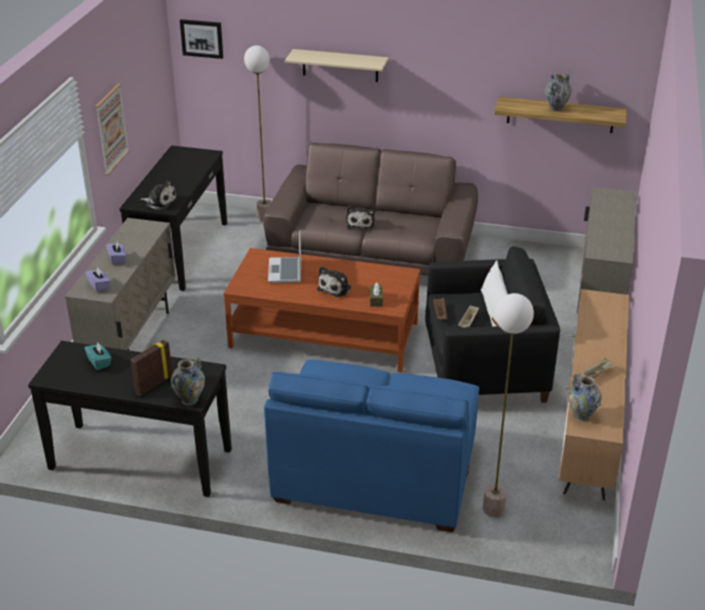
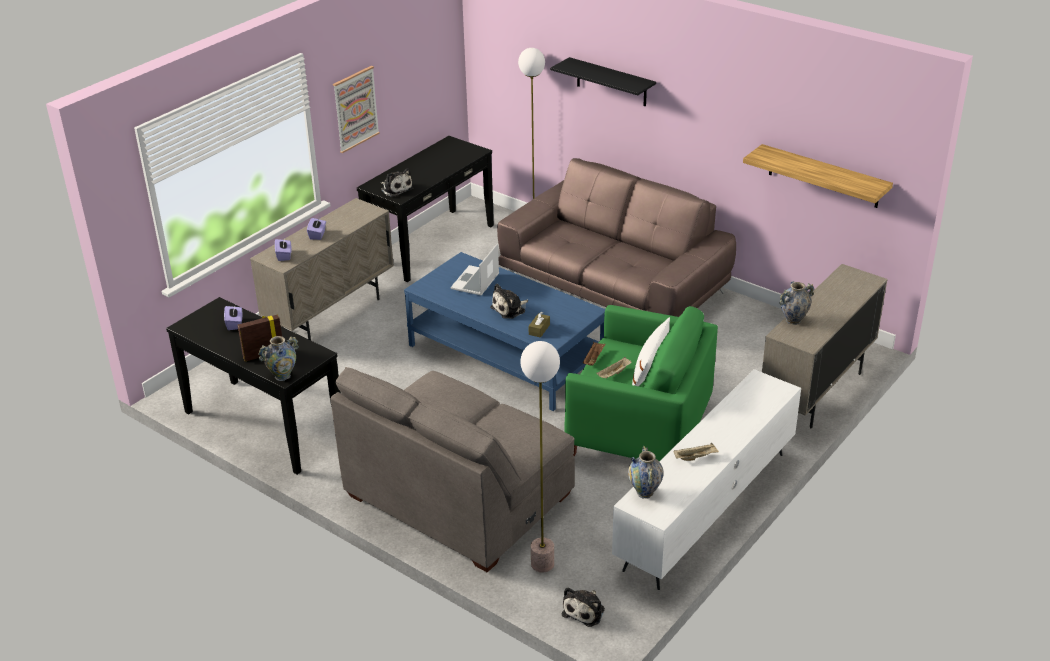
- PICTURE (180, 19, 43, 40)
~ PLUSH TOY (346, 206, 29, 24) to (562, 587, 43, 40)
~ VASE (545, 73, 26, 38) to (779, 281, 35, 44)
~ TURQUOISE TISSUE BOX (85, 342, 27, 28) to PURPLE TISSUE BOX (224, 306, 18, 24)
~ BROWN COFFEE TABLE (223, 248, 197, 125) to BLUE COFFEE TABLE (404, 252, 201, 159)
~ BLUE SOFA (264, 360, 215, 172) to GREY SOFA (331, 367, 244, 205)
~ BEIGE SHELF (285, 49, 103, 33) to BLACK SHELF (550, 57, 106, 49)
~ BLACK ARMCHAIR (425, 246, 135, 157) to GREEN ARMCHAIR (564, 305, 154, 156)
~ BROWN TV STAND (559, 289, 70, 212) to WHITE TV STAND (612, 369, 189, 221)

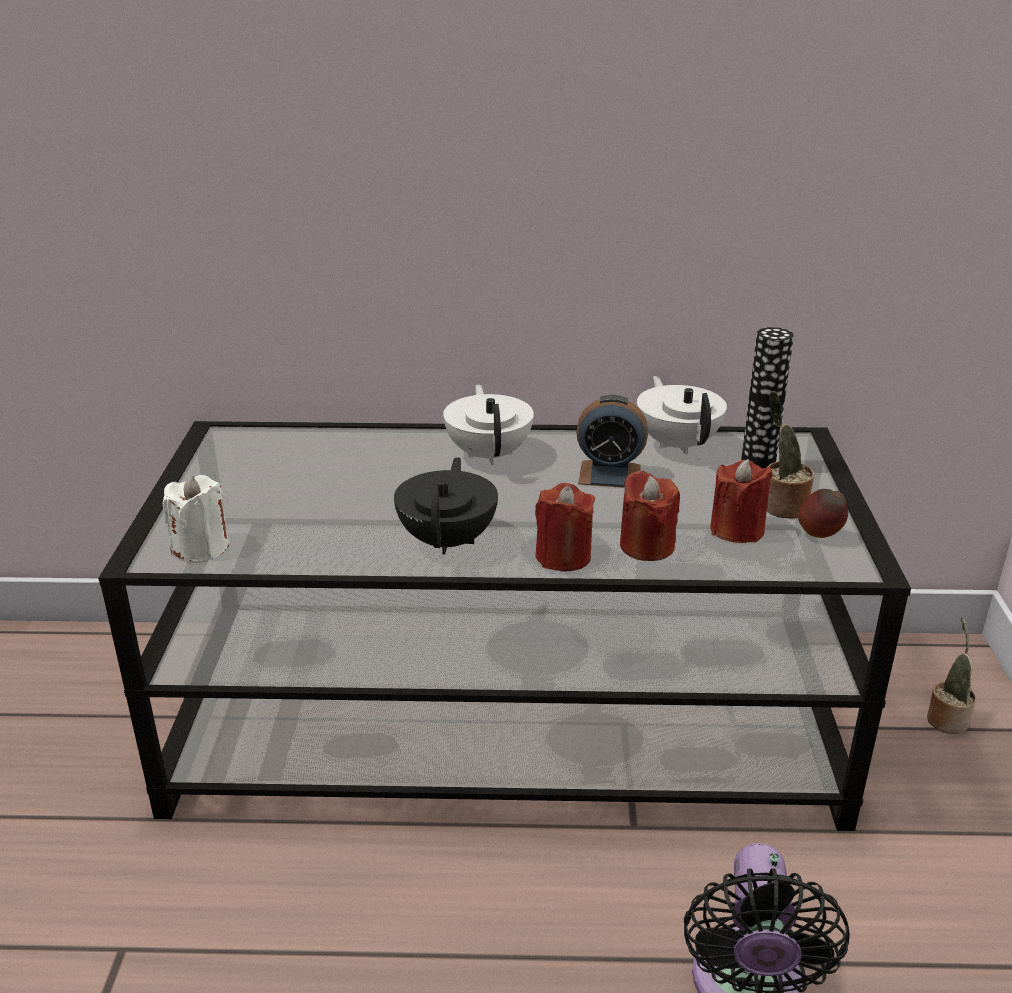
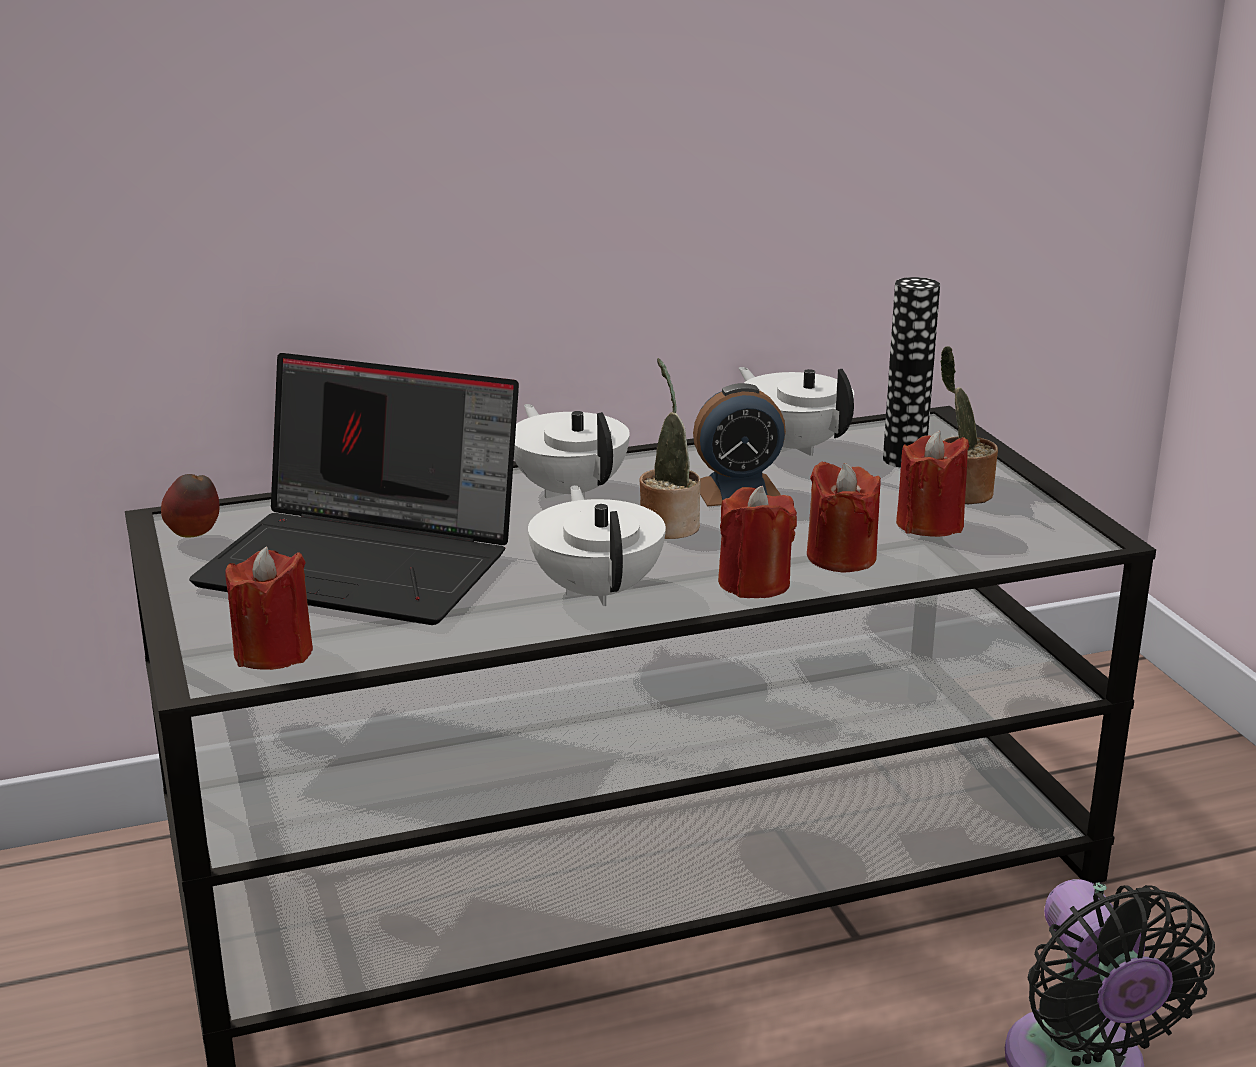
+ LAPTOP (189, 353, 330, 272)
~ APPLE (798, 489, 50, 49) to (161, 474, 59, 63)
~ POTTED PLANT (927, 617, 49, 117) to (640, 358, 61, 181)
~ WHITE CANDLE (163, 475, 66, 86) to RED CANDLE (225, 547, 88, 123)
~ BLACK TEAPOT (394, 457, 104, 98) to WHITE TEAPOT (528, 485, 138, 121)

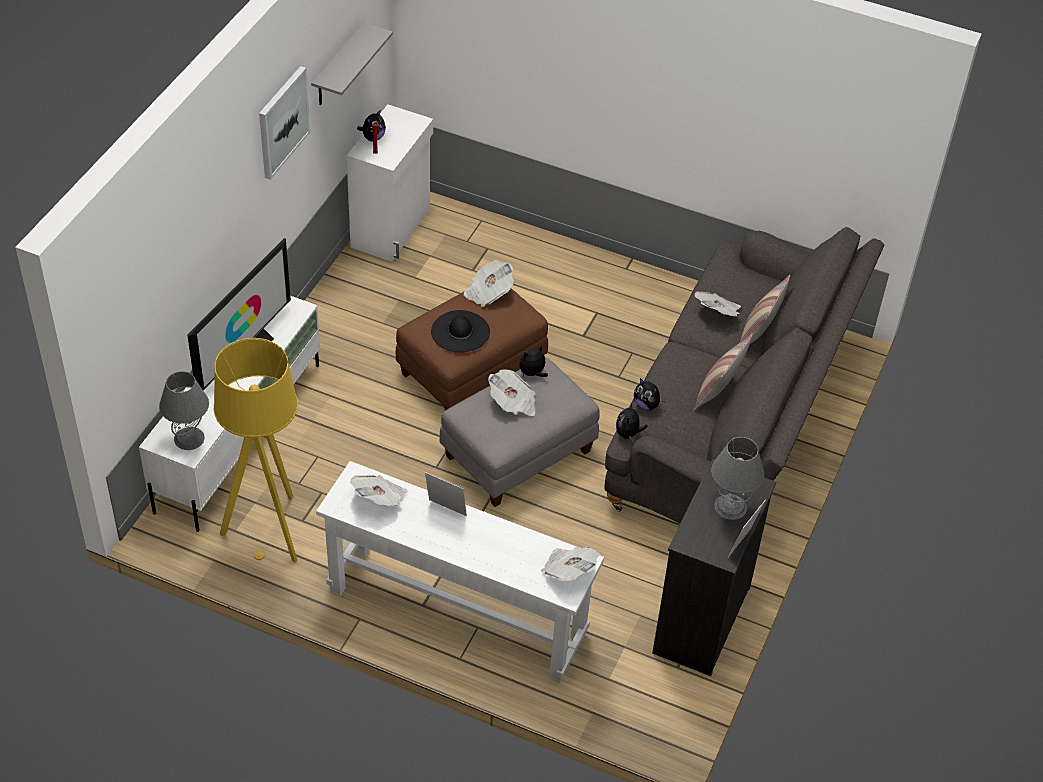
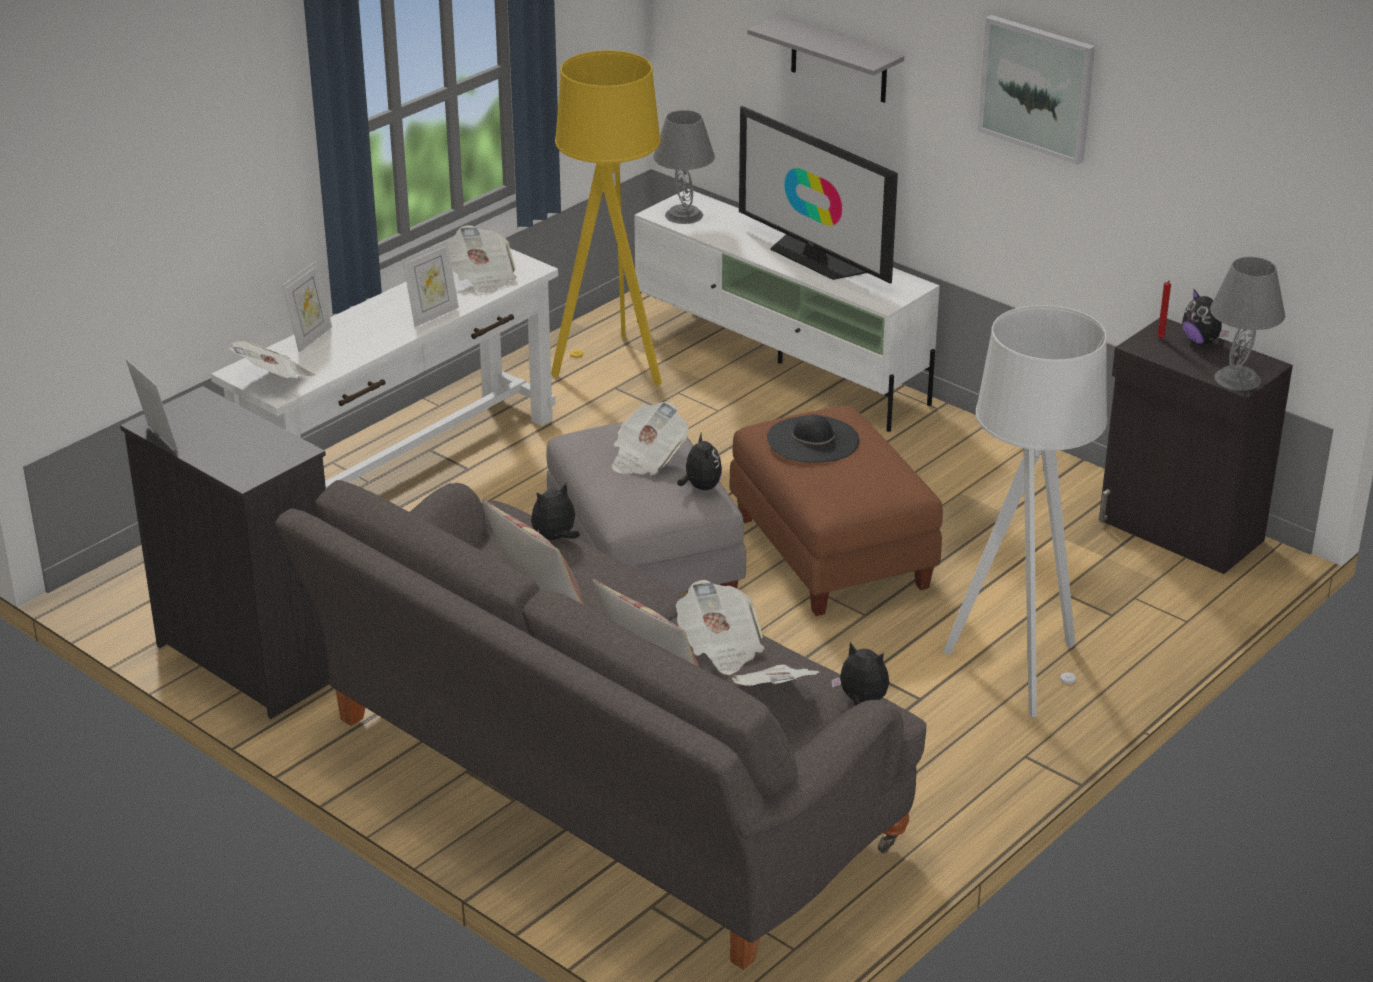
+ PICTURE FRAME (282, 261, 50, 92)
+ GREY FLOOR LAMP (943, 305, 164, 413)
~ GREY SHELF (311, 22, 82, 83) to (747, 16, 157, 87)
~ NEWSPAPER (464, 260, 50, 47) to (732, 665, 87, 21)
~ PLUSH TOY (616, 404, 32, 37) to (831, 642, 58, 64)
~ GREY TABLE LAMP (711, 437, 53, 83) to (1210, 257, 75, 134)
~ WHITE CABINET (347, 104, 86, 157) to BLACK CABINET (1099, 318, 194, 256)

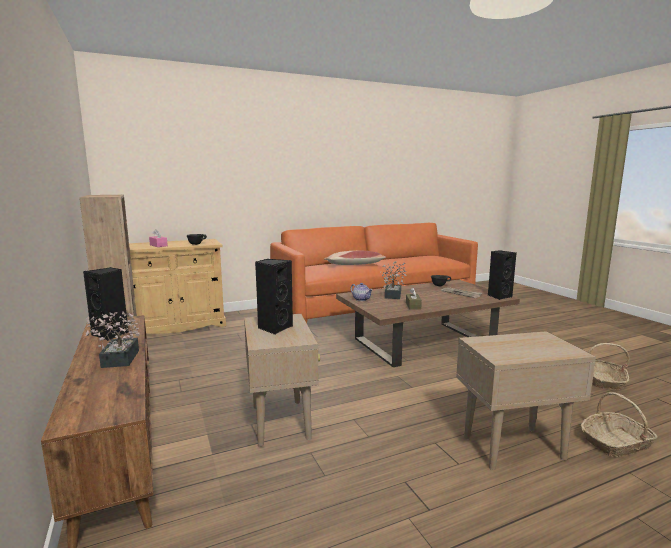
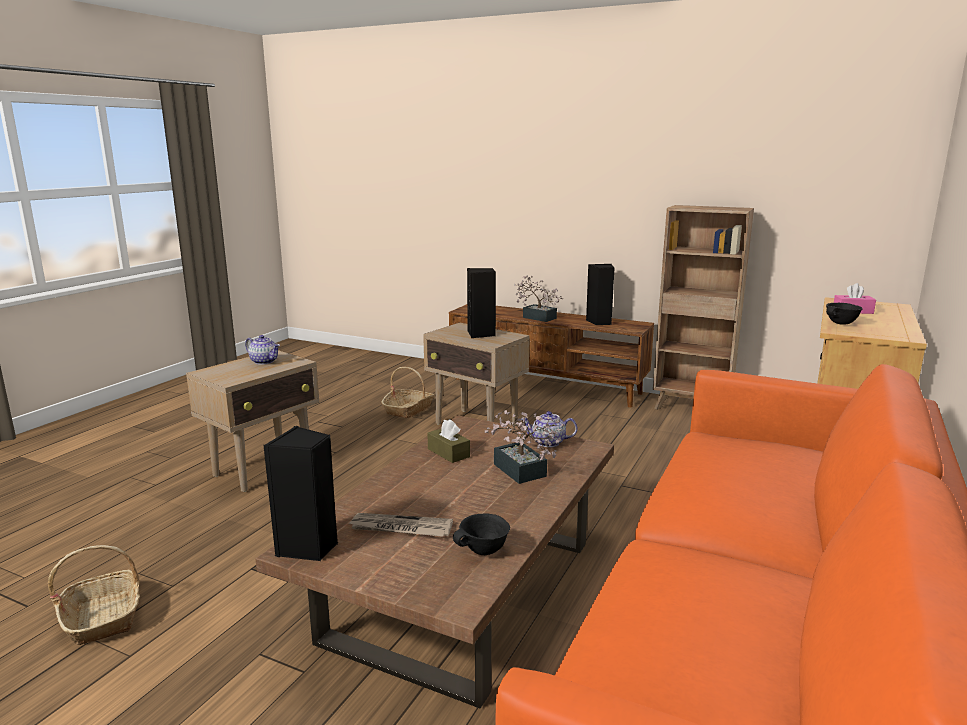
- PILLOW (324, 251, 62, 14)
+ TEAPOT (245, 335, 35, 30)
~ BASKET (581, 392, 76, 65) to (381, 367, 54, 52)

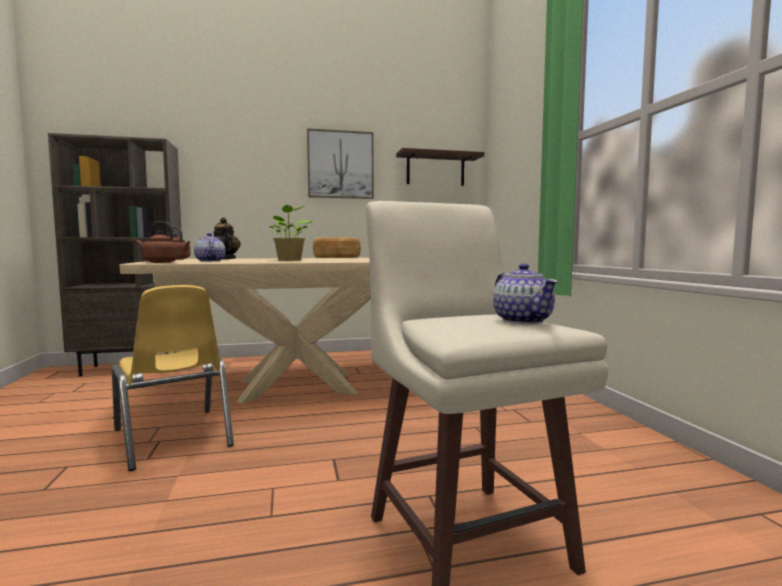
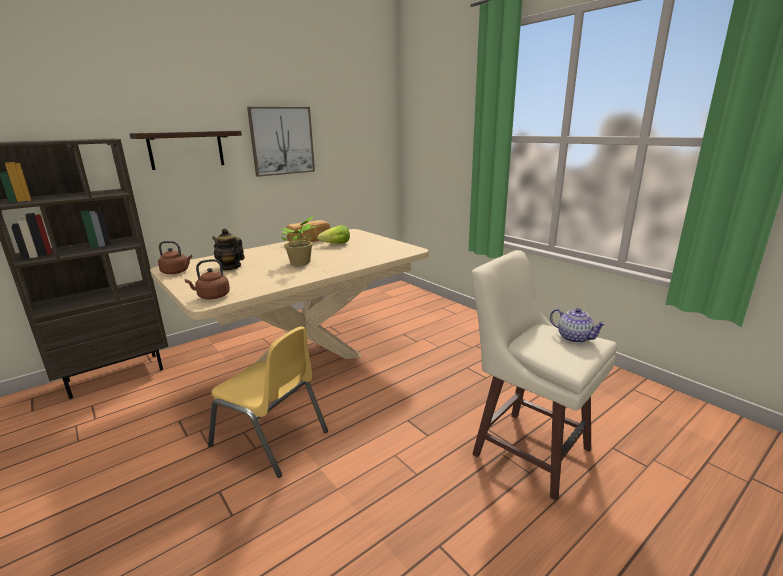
- TEAPOT (194, 233, 31, 29)
+ LETTUCE (317, 225, 33, 19)
~ SHELF (396, 148, 88, 38) to (129, 131, 113, 39)

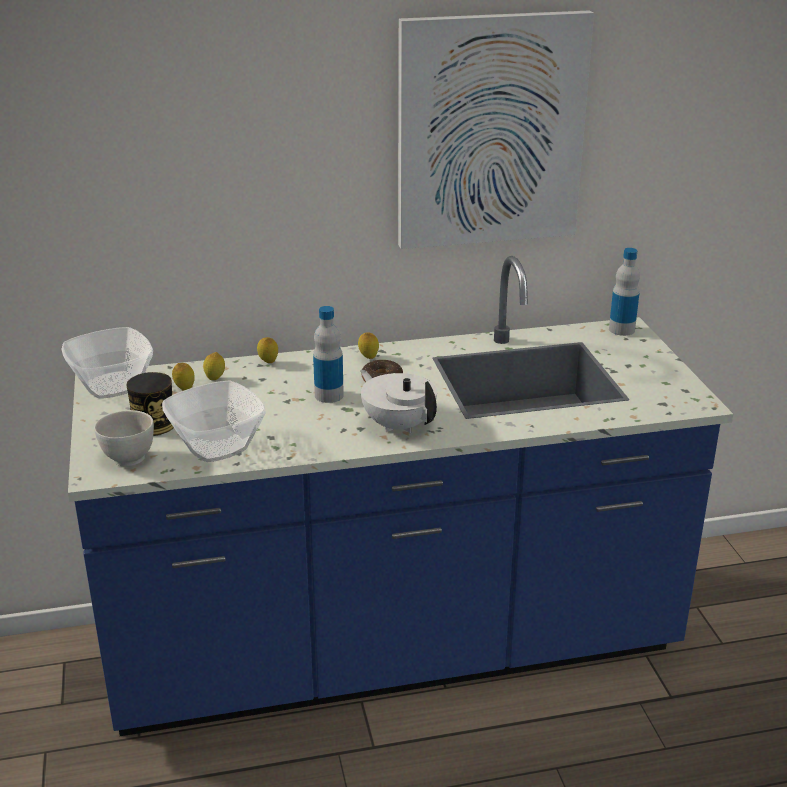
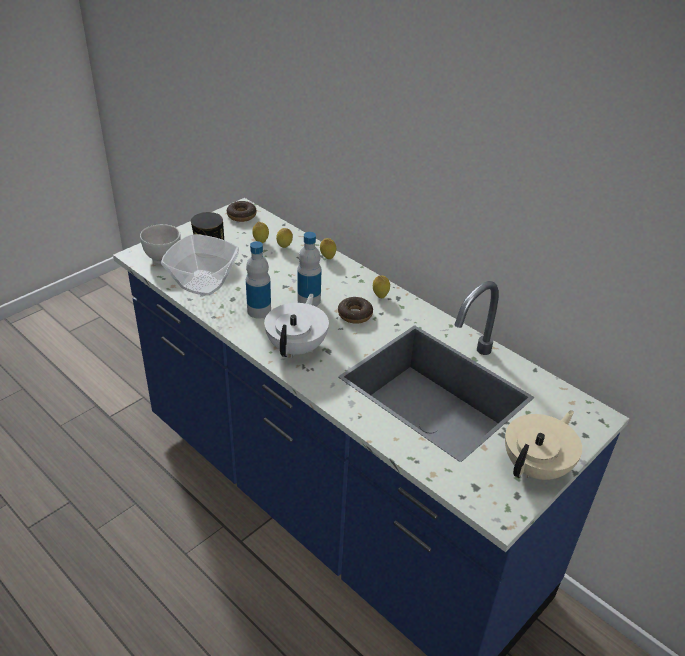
- PICTURE (398, 11, 196, 238)
+ BEIGE TEAPOT (505, 410, 77, 70)
~ BOTTLE (609, 248, 31, 88) to (246, 241, 25, 78)
~ BOWL (62, 327, 91, 72) to DONUT (227, 201, 30, 21)

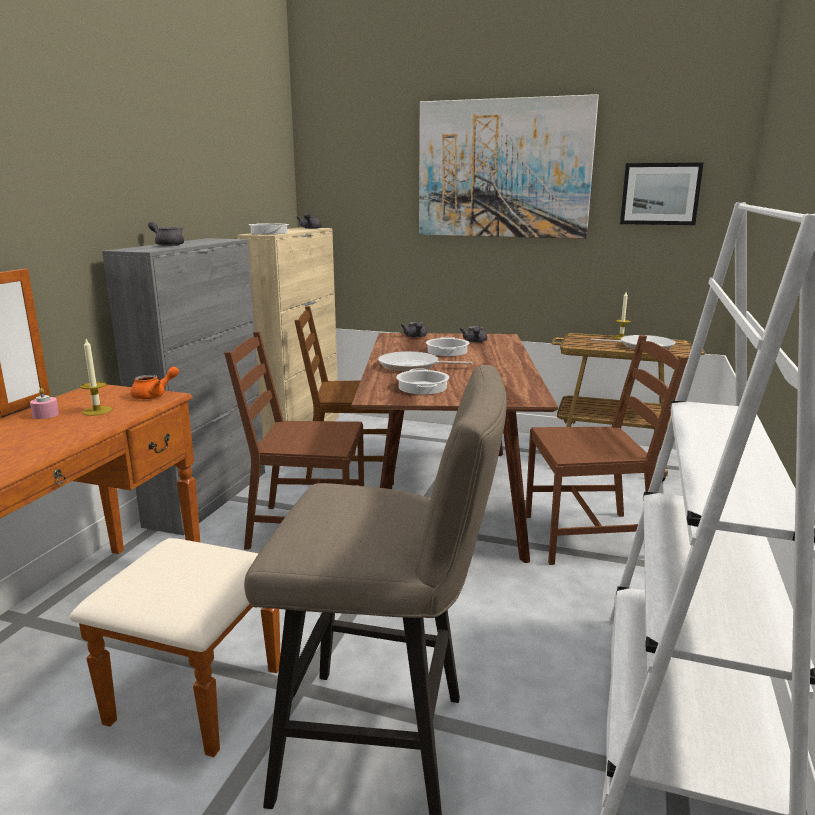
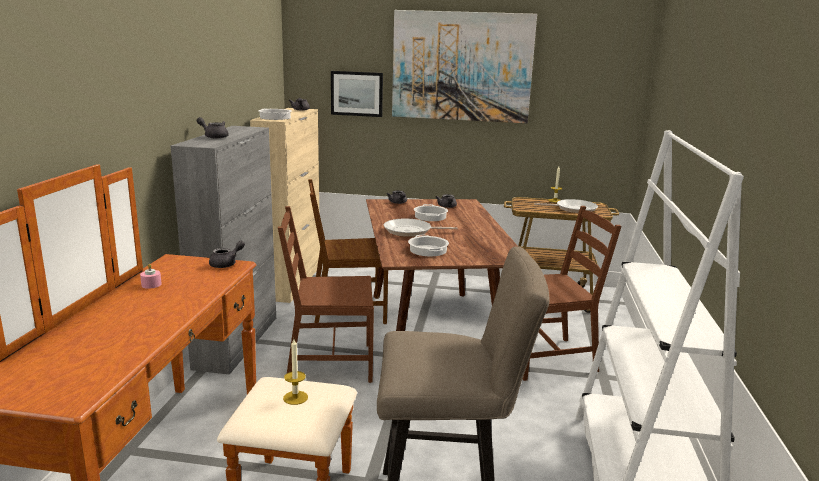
~ CANDLE (80, 339, 32, 77) to (283, 339, 25, 66)
~ PICTURE (620, 162, 84, 63) to (331, 71, 52, 46)
~ ORANGE TEAPOT (130, 366, 49, 33) to GREY TEAPOT (209, 241, 36, 27)

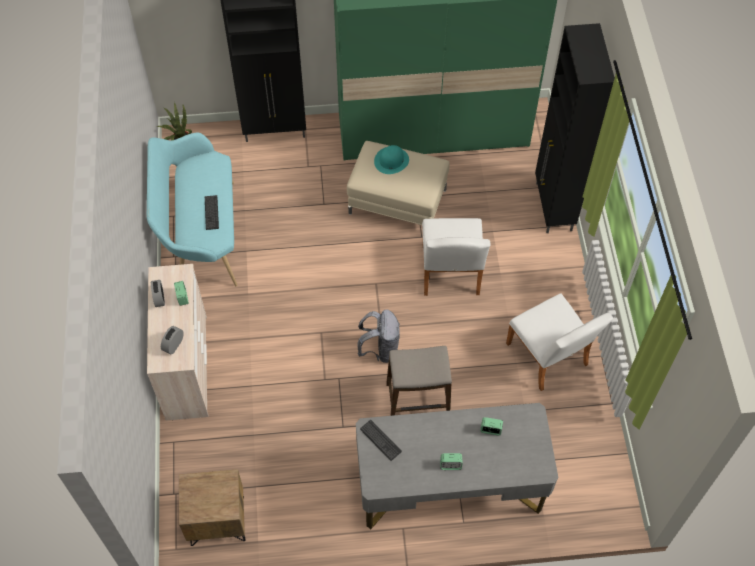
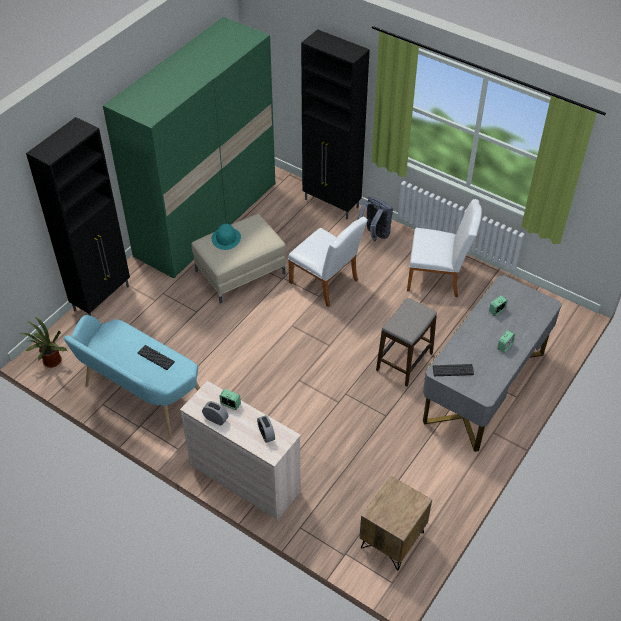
~ GREY BACKPACK (357, 309, 43, 54) to (357, 197, 36, 44)

